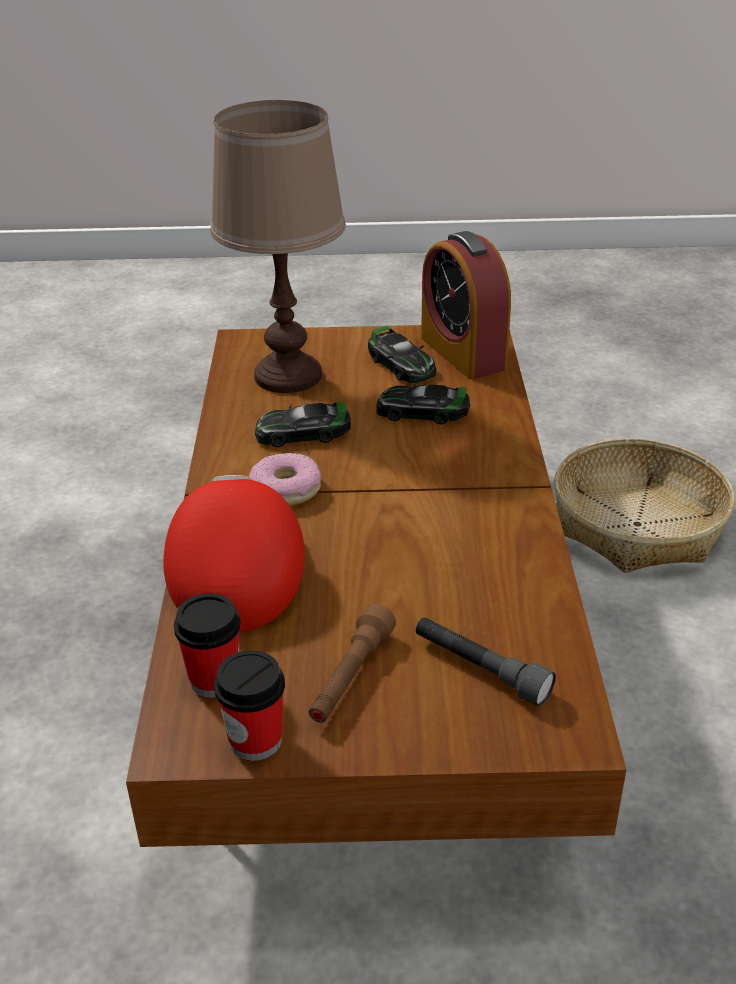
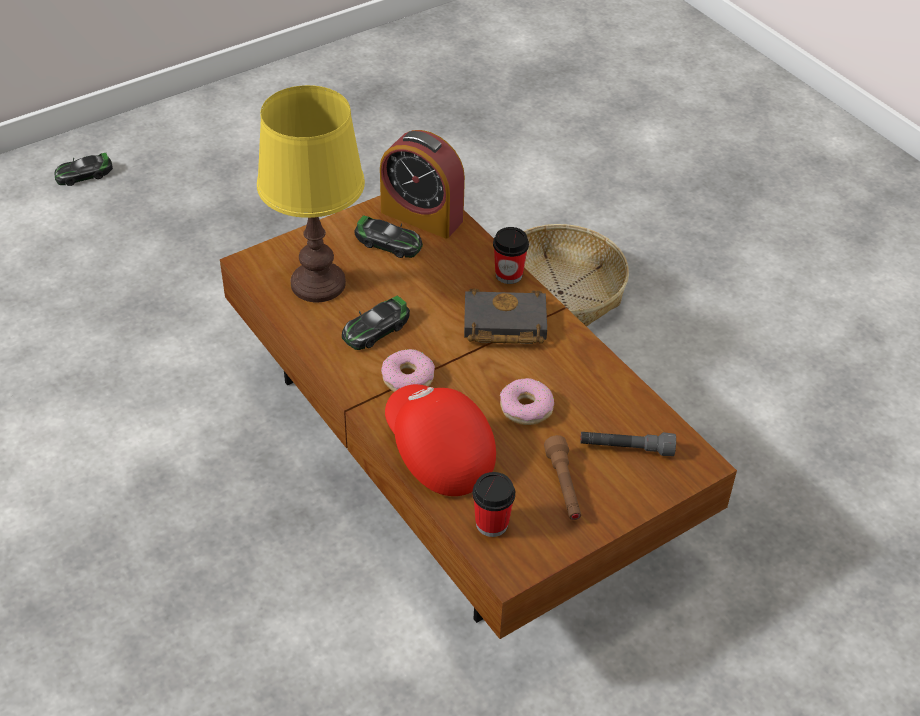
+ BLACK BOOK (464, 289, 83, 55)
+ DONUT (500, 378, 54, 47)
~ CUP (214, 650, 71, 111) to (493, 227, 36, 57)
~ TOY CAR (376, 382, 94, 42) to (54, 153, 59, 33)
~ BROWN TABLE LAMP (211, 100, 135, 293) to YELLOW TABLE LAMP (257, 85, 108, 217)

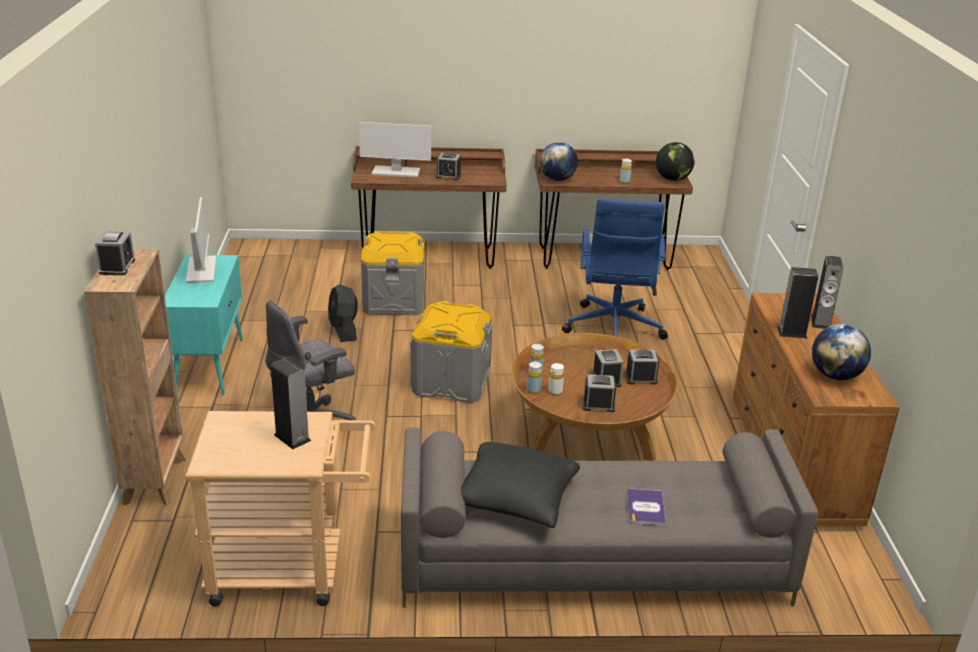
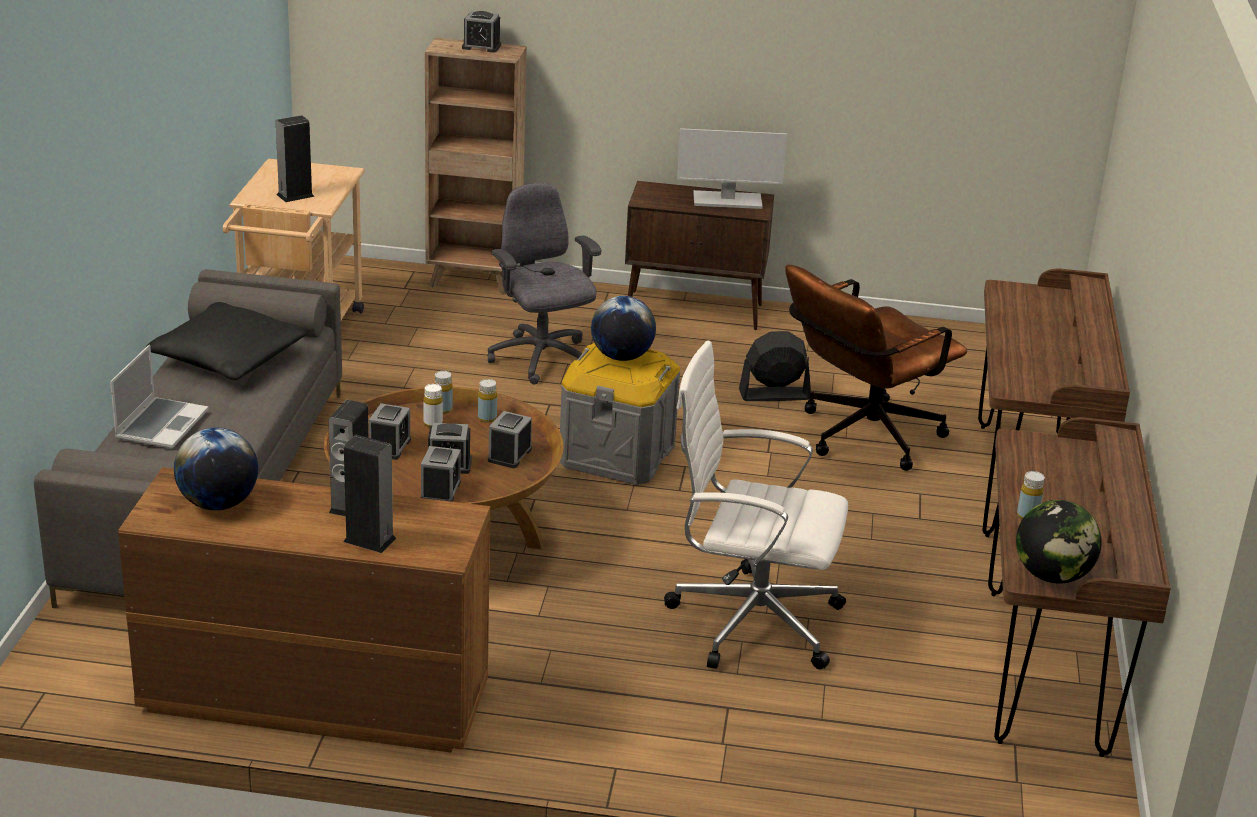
- MONITOR (359, 122, 73, 56)
~ ALARM CLOCK (436, 153, 26, 27) to (488, 411, 44, 57)
~ GLOBE (540, 142, 38, 39) to (591, 296, 65, 65)
~ GREY STORAGE BOX (361, 232, 64, 83) to BROWN OFFICE CHAIR (785, 265, 182, 206)
~ BOOK (627, 489, 39, 37) to LAPTOP (110, 345, 99, 103)
~ TURQUOISE CABINET (165, 255, 78, 140) to BROWN CABINET (625, 181, 149, 149)
~ BLUE OFFICE CHAIR (562, 198, 106, 142) to WHITE OFFICE CHAIR (664, 341, 184, 328)

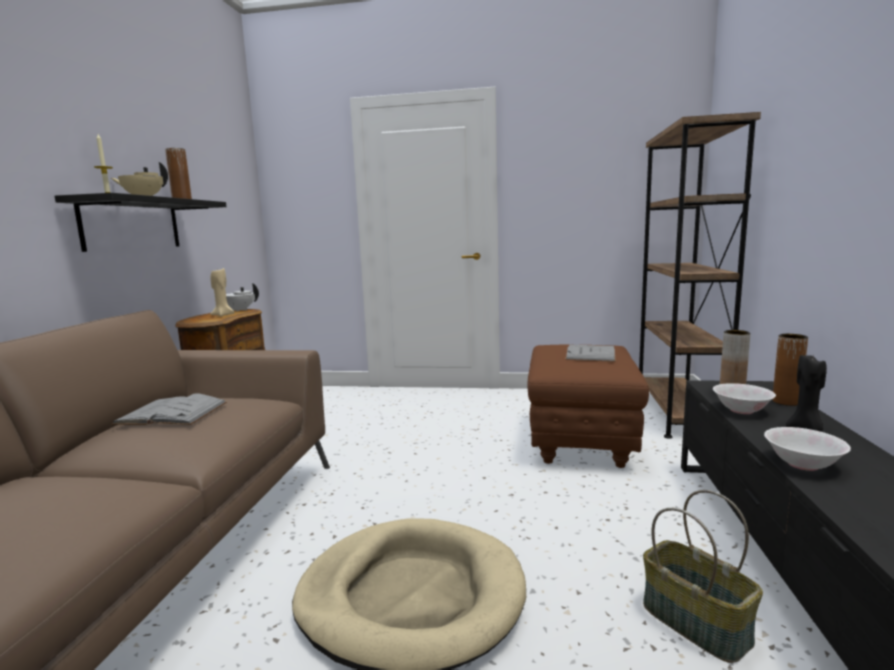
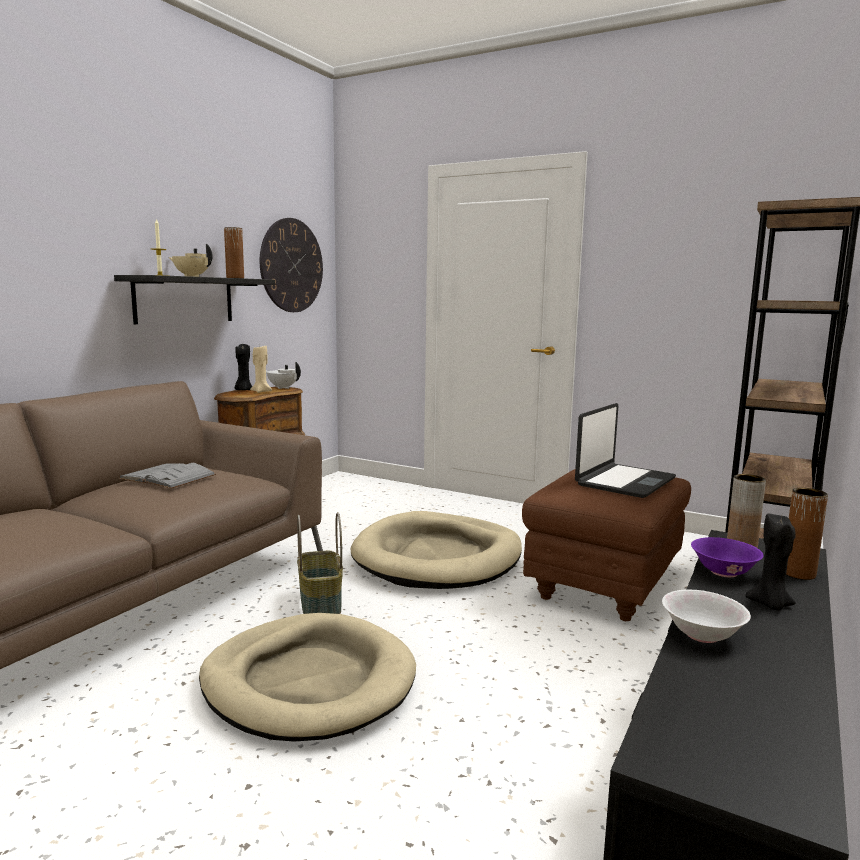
+ BLACK CANDLE (235, 343, 17, 47)
+ WALL CLOCK (260, 218, 63, 94)
+ BEIGE DOG BED (351, 511, 171, 78)
~ BASKET (643, 490, 120, 173) to (297, 512, 46, 102)
~ GREY BOOK (565, 345, 51, 17) to LAPTOP (575, 403, 101, 95)
~ WHITE BOWL (713, 383, 63, 31) to PURPLE BOWL (691, 537, 73, 40)

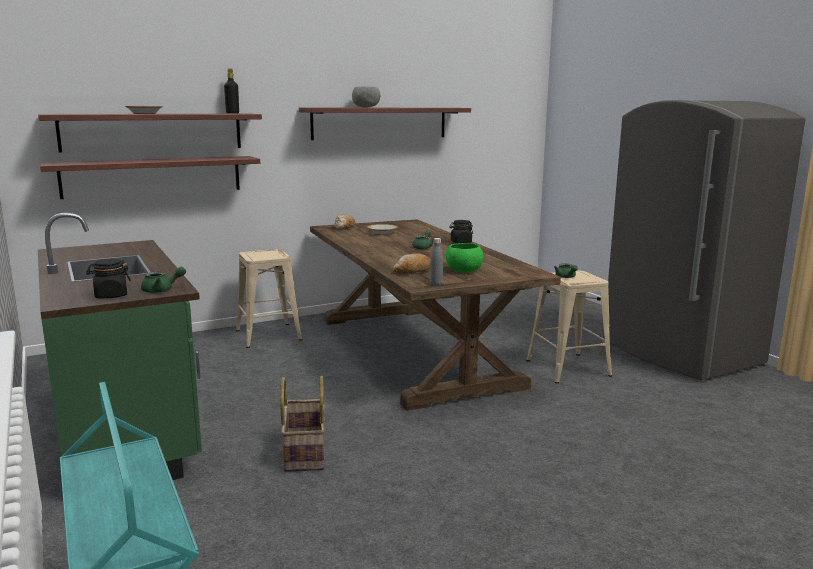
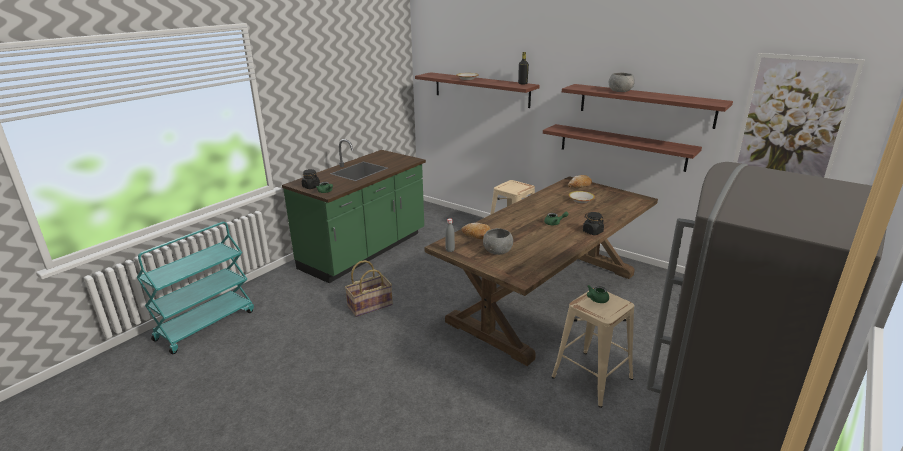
+ PICTURE (733, 53, 132, 125)
~ SHELF (40, 156, 220, 43) to (543, 124, 159, 48)
~ GREEN BOWL (446, 243, 37, 30) to GREY BOWL (483, 228, 30, 27)

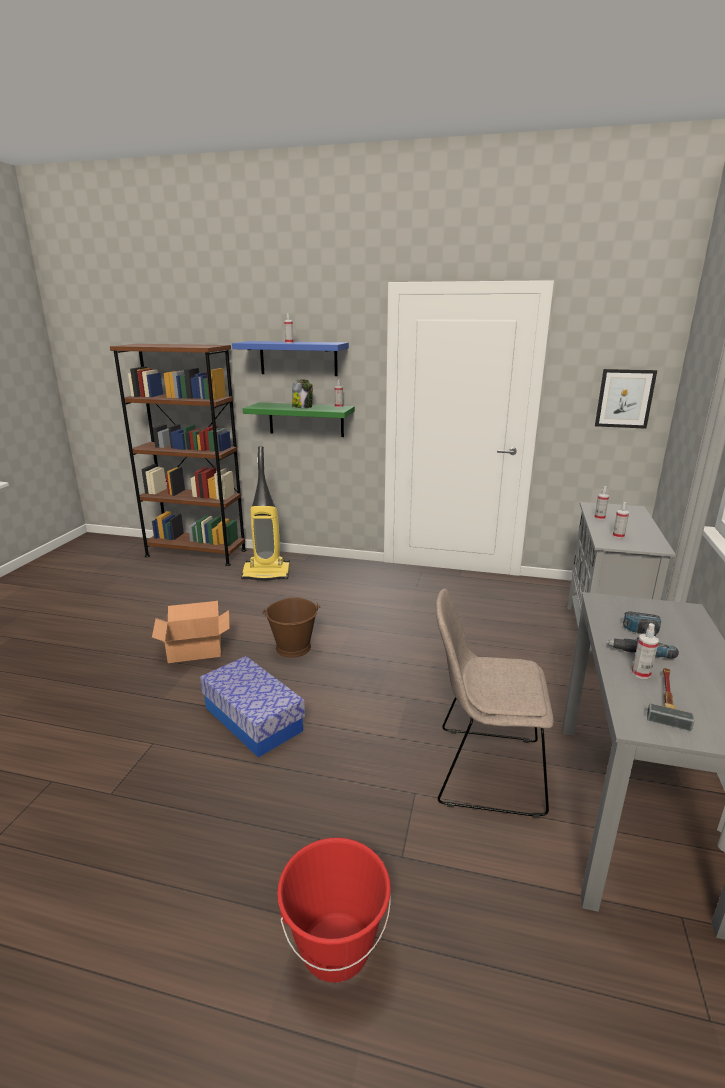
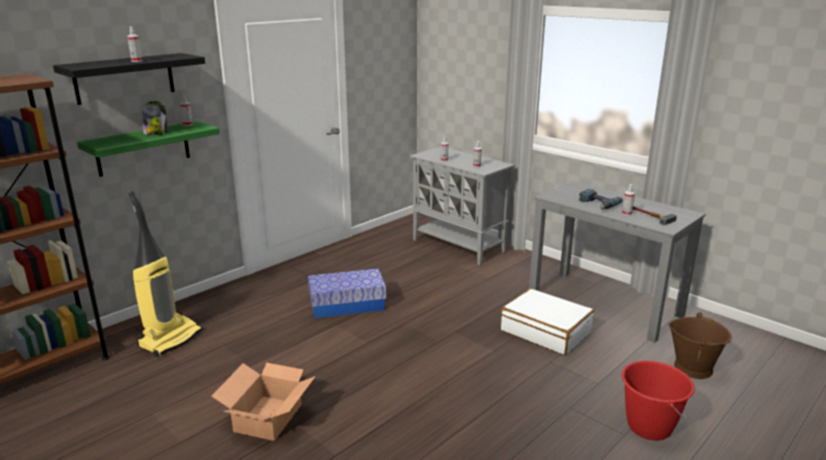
- PICTURE (595, 369, 62, 60)
~ STORAGE BOX (200, 656, 105, 102) to (308, 268, 78, 50)
~ BROWN BUCKET (262, 598, 58, 60) to (668, 313, 64, 66)
~ BEIGE CHAIR (436, 588, 118, 230) to WHITE SUITCASE (500, 288, 95, 67)
~ BLUE SHELF (232, 341, 117, 35) to BLACK SHELF (53, 53, 152, 52)

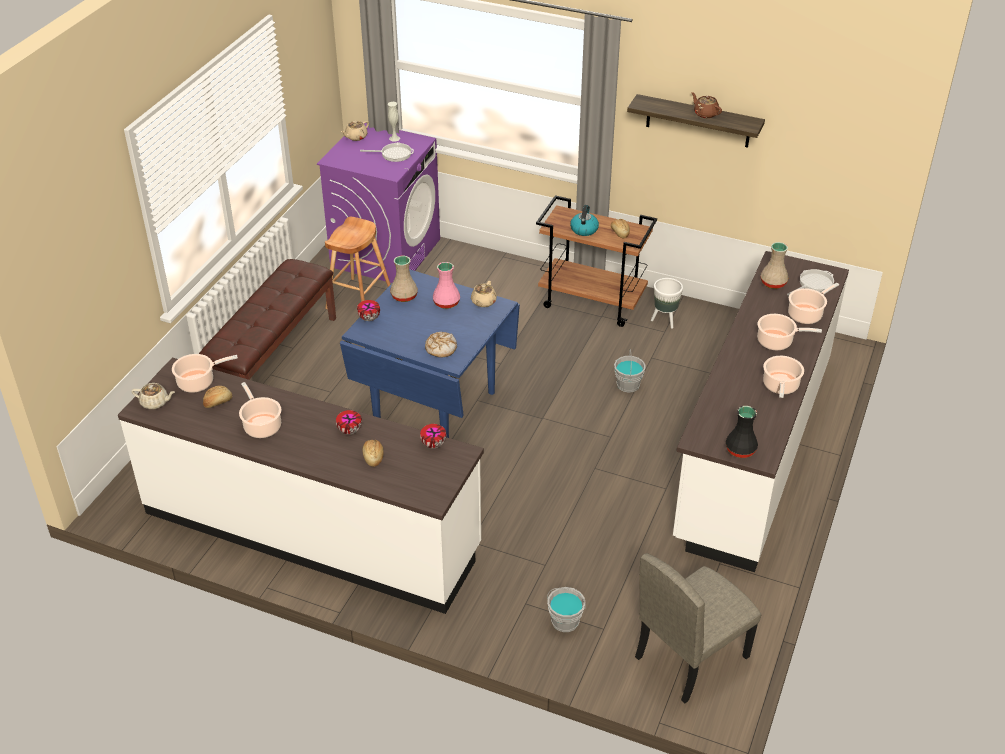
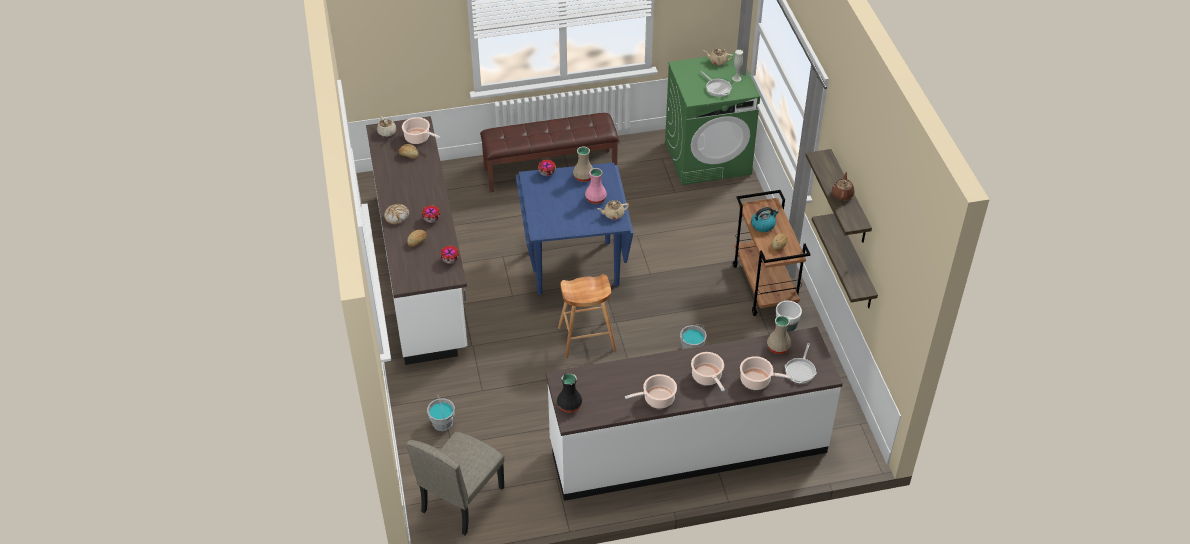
- COOKING POT (239, 382, 42, 56)
+ SHELF (812, 214, 66, 94)
~ BROWN STOOL (325, 217, 66, 92) to (558, 274, 58, 84)
~ BREAD (425, 332, 32, 25) to (384, 204, 25, 20)
~ PURPLE WASHING MACHINE (317, 123, 123, 160) to GREEN WASHING MACHINE (665, 53, 95, 132)
~ BEIGE CHAIR (635, 553, 127, 150) = (406, 432, 98, 103) 75 degrees counterclockwise
~ FRYING PAN (787, 269, 47, 27) = (785, 343, 32, 40) 90 degrees clockwise

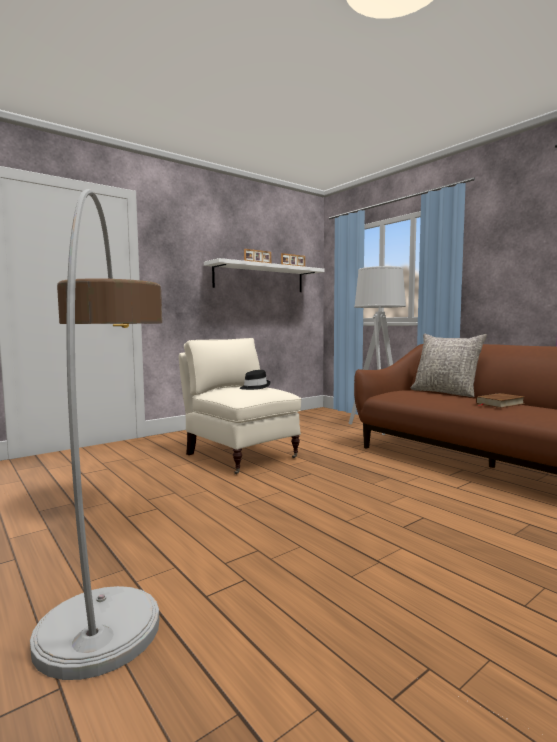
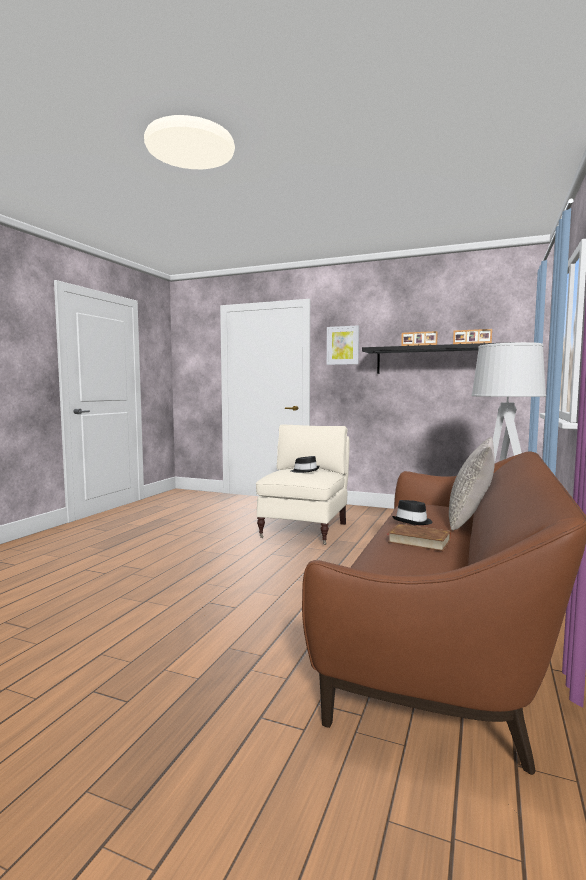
- FLOOR LAMP (30, 189, 132, 491)
+ PICTURE (327, 325, 32, 40)
+ BLACK HAT (392, 500, 41, 25)
~ WHITE SHELF (204, 258, 121, 34) to BLACK SHELF (362, 342, 152, 32)

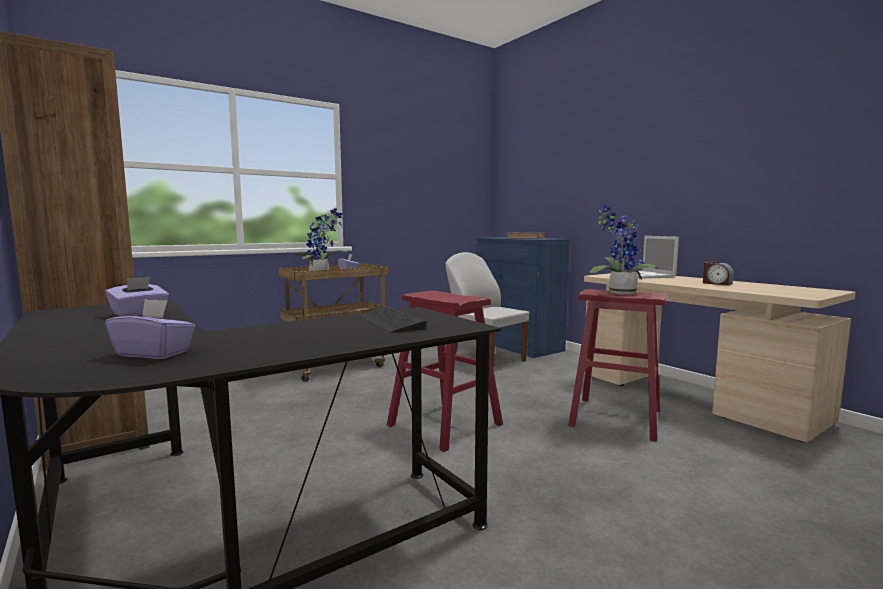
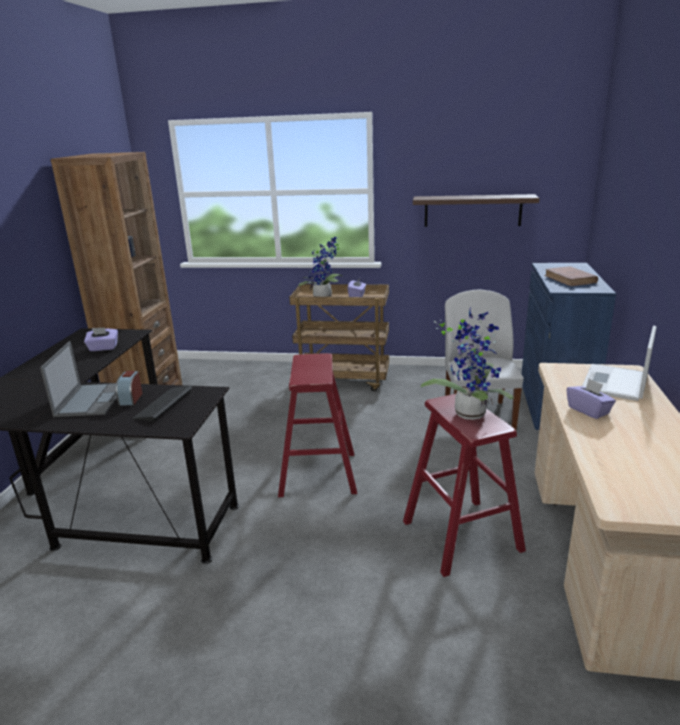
+ LAPTOP (40, 341, 77, 76)
+ SHELF (413, 194, 127, 33)
~ PURPLE TISSUE BOX (105, 299, 90, 60) to (566, 379, 50, 40)
~ ALARM CLOCK (703, 261, 30, 24) to (115, 371, 28, 35)

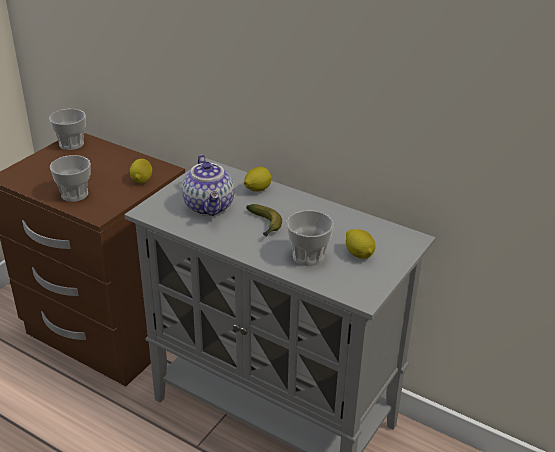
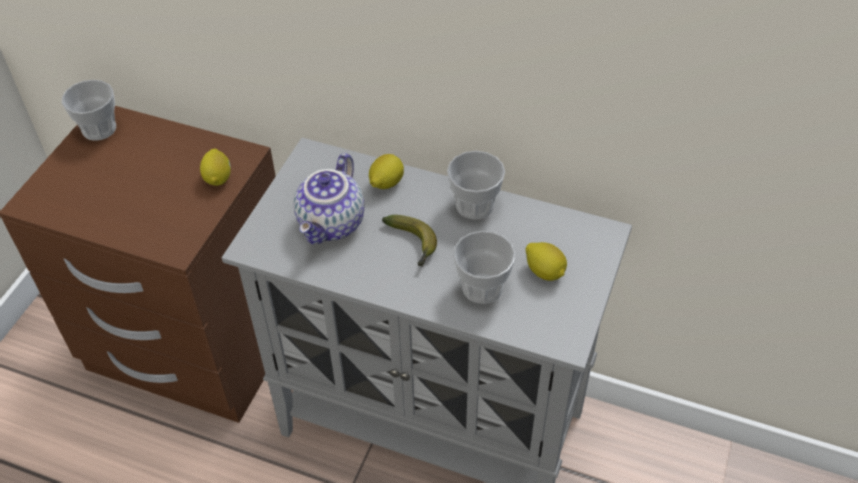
~ CUP (50, 155, 41, 47) to (447, 151, 58, 68)
~ TEAPOT (182, 155, 53, 61) = (294, 153, 70, 91) 45 degrees clockwise

